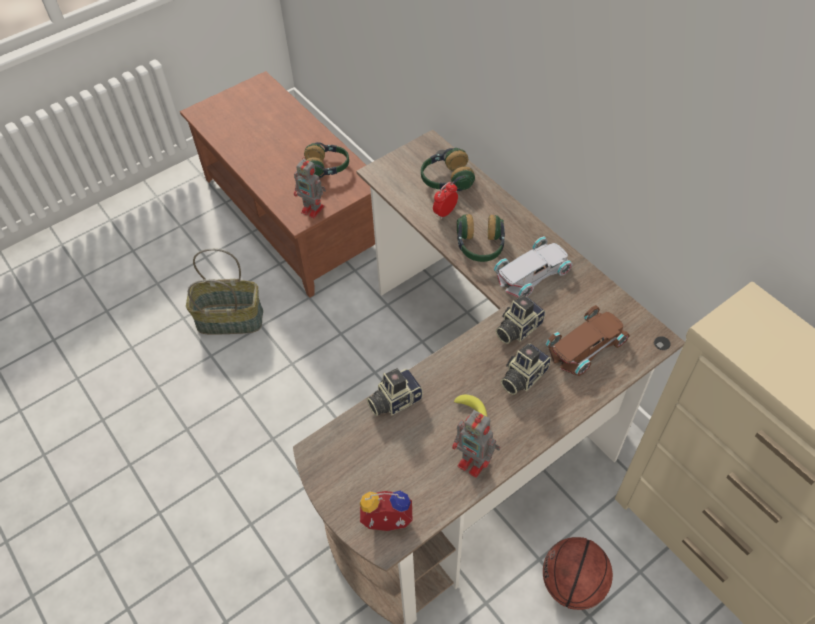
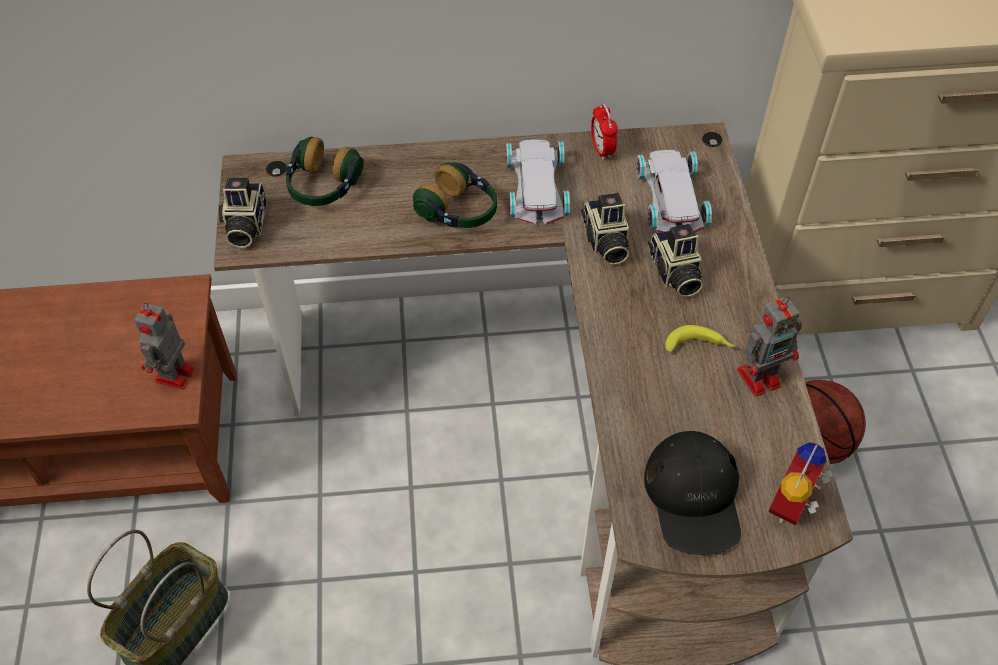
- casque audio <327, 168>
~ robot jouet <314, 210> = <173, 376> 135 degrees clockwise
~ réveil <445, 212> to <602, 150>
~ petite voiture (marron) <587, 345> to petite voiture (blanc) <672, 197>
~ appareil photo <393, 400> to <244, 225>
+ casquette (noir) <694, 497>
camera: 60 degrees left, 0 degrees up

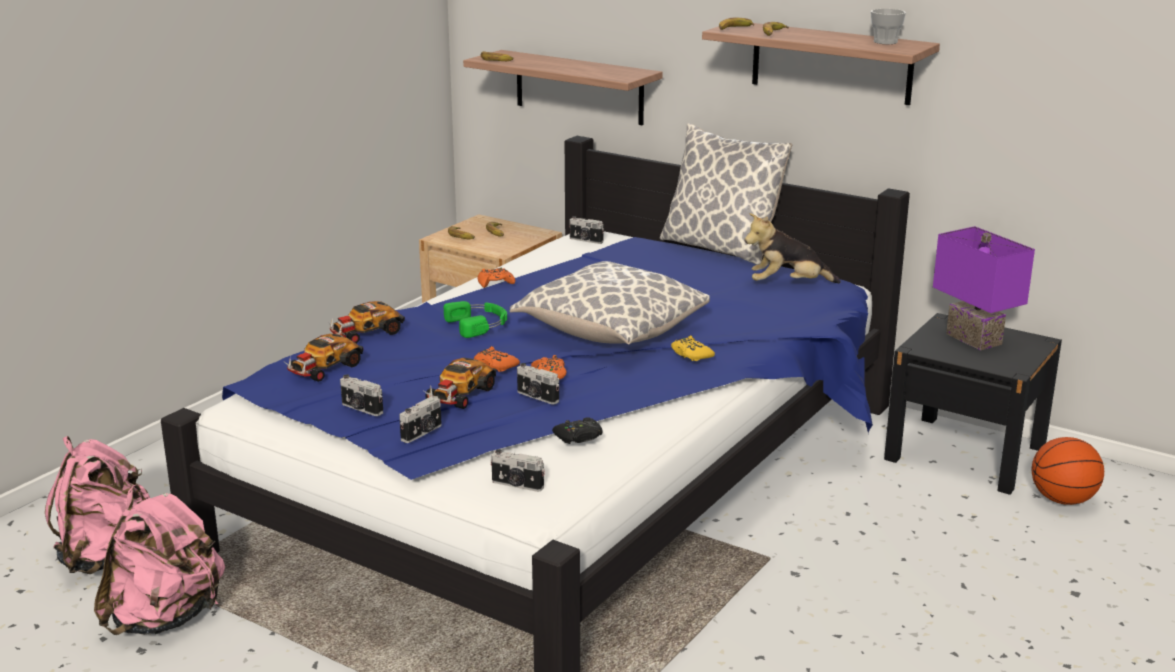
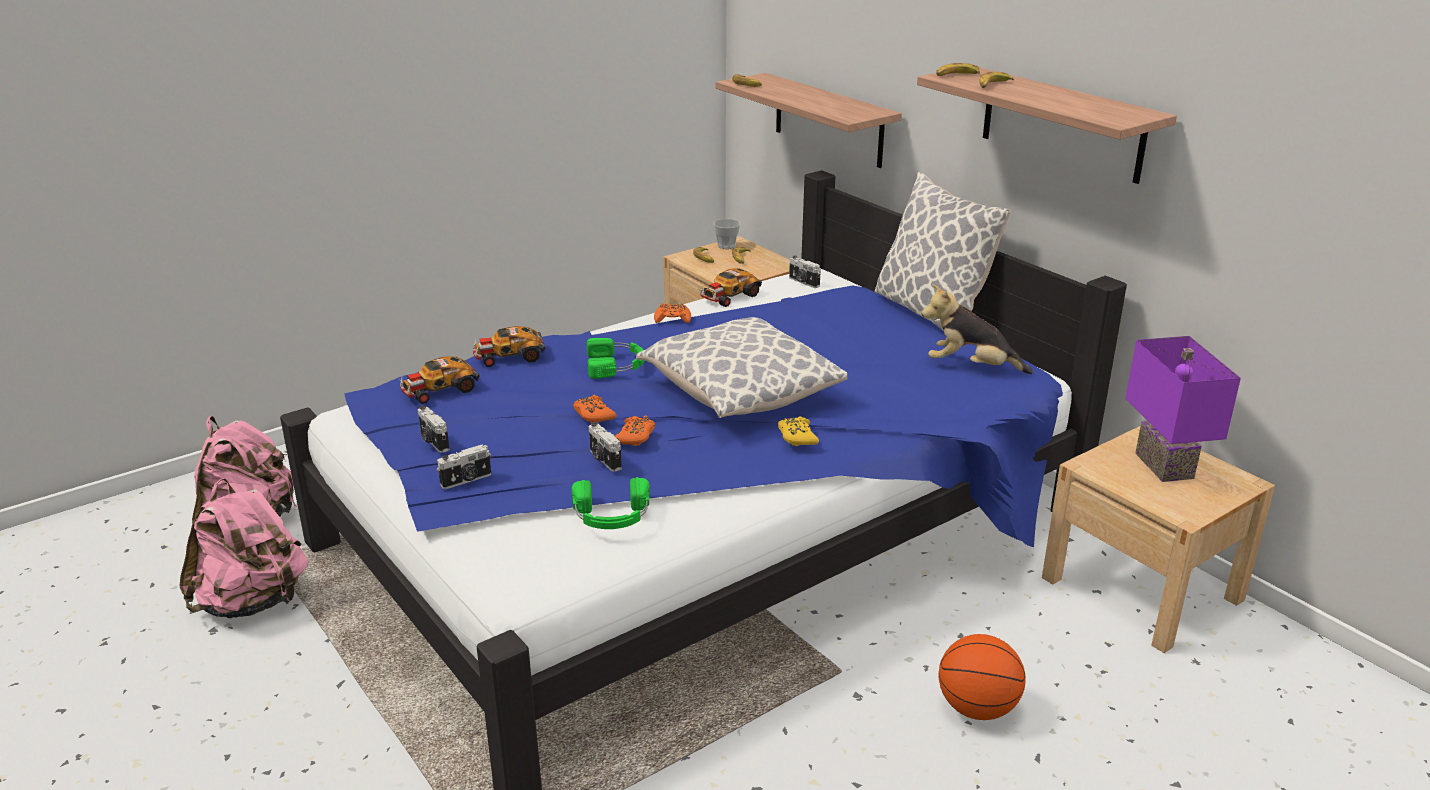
~ tasse <885, 42> to <726, 246>
~ table de chevet (noir) <965, 453> to table de chevet (beige) <1141, 589>
~ petite voiture <459, 394> to <729, 296>
~ manette (noir) <579, 437> to casque audio (vert) <611, 515>
~ ballon de basket <1062, 500> to <976, 708>
- appareil photo <517, 485>
camera: 20 degrees right, 5 degrees up

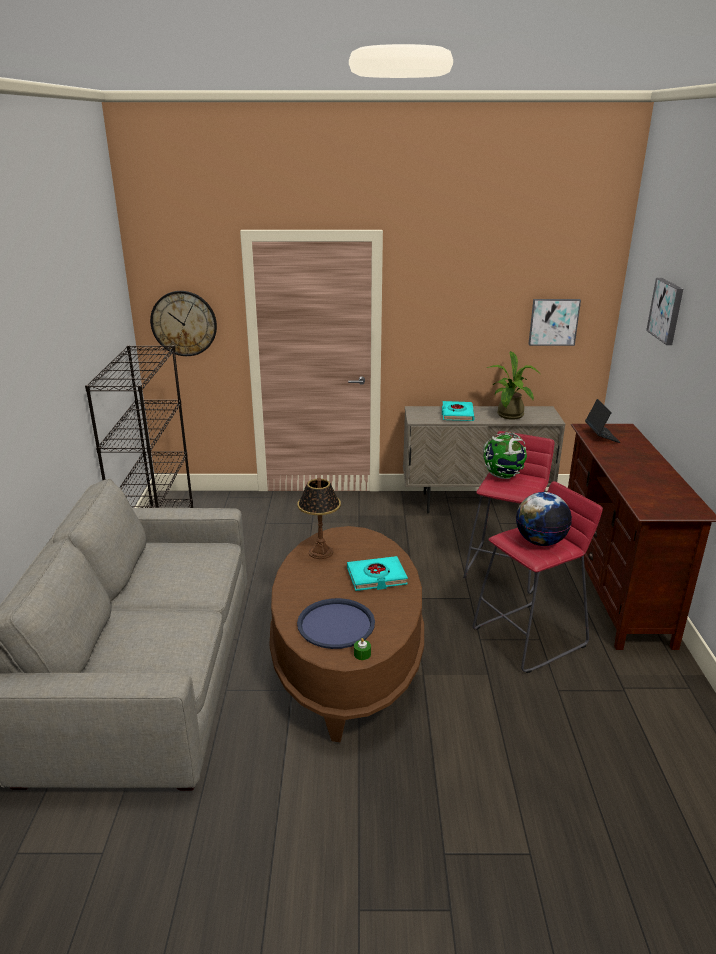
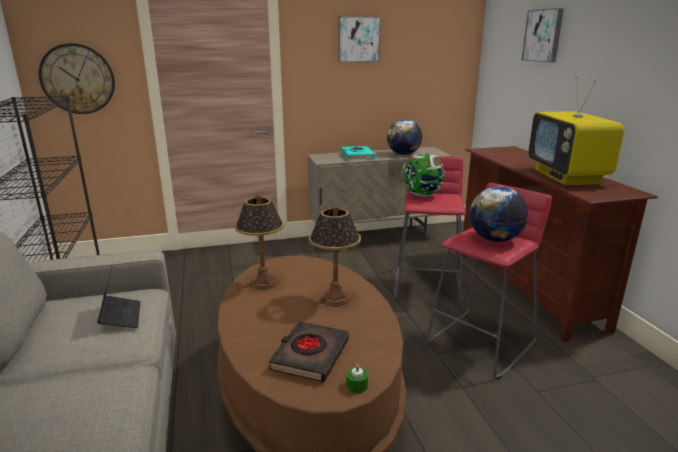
~ tableau <553, 322> to <358, 39>
~ plante en pot <509, 416> to globe <403, 154>
~ ordinateur portable <601, 435> to <121, 317>
~ livre (turquoise) <376, 577> to lampe de table <335, 298>
~ plateau (bleu) <336, 624> to livre (noir) <310, 355>
+ téléviseur <567, 177>
camera: 15 degrees left, 5 degrees down

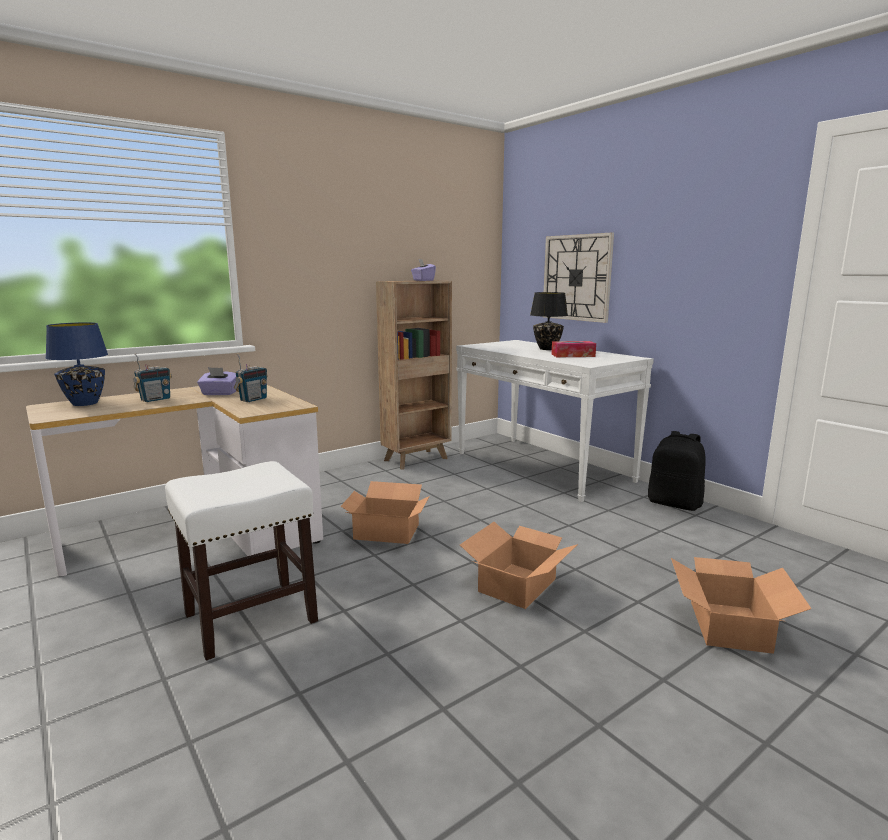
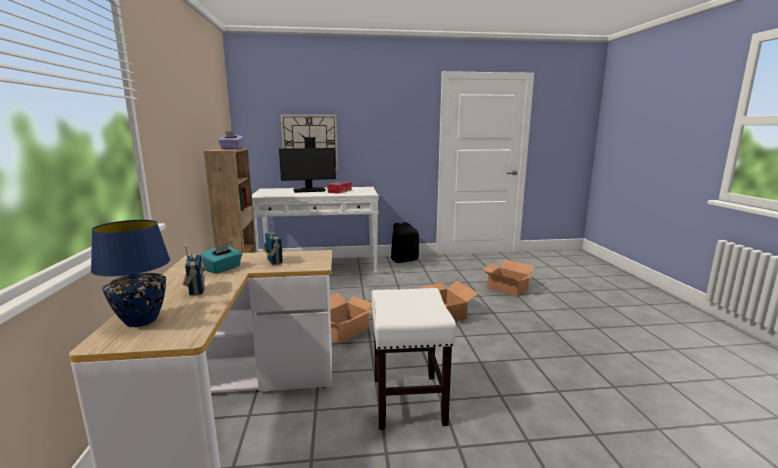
~ lampe de table (noir) <547, 349> to écran d'ordinateur <309, 190>
~ boîte à mouchoirs (violet) <219, 393> to boîte à mouchoirs (turquoise) <223, 269>
camera: 60 degrees left, 0 degrees up

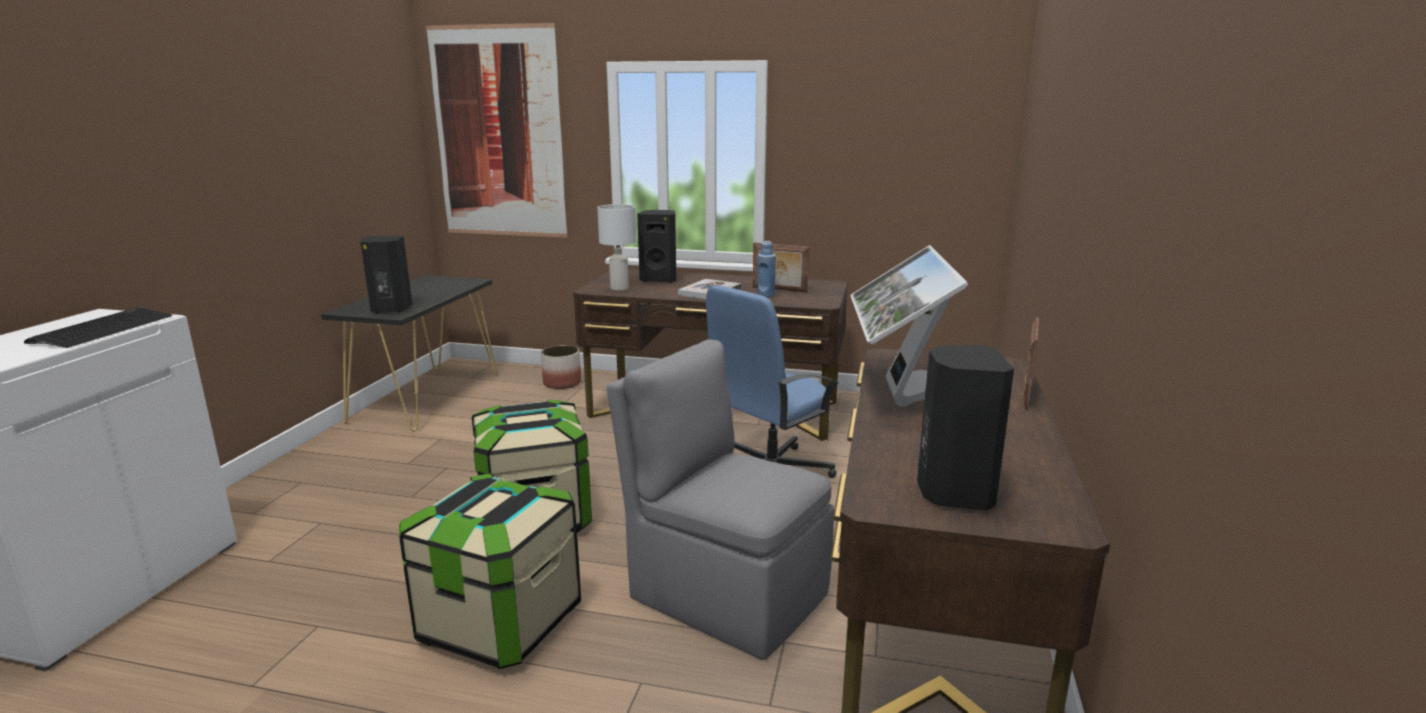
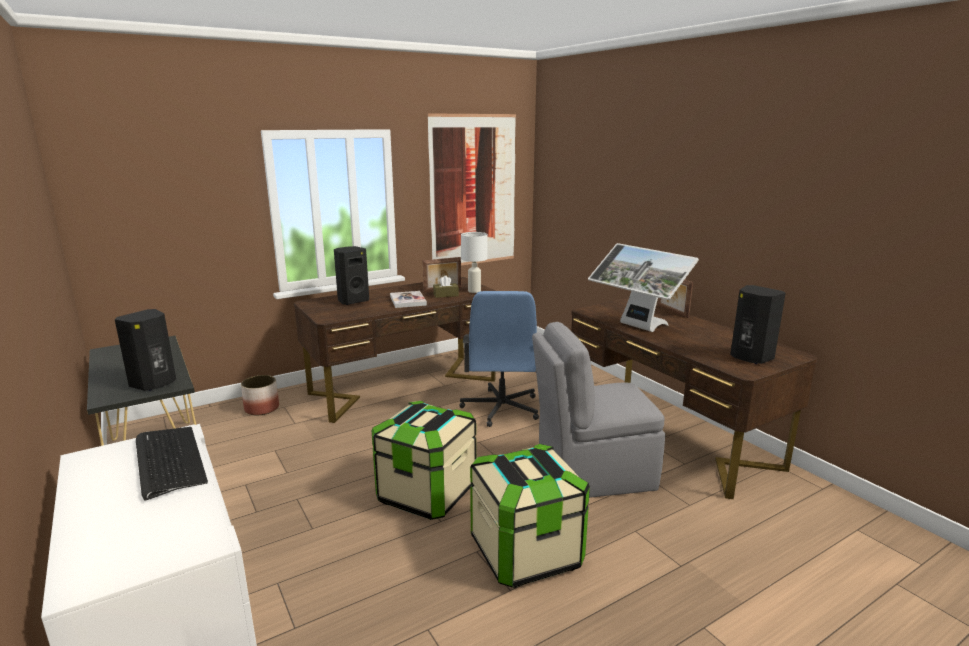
~ tableau <498, 133> to <473, 191>
~ lampe de table (blanc) <619, 288> to <474, 291>
~ bouteille (bleu) <766, 295> to boîte à mouchoirs (marron) <446, 295>
camera: 45 degrees left, 0 degrees up

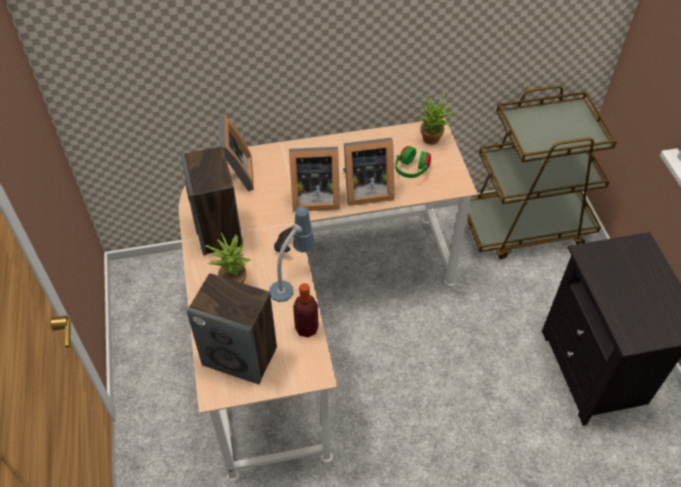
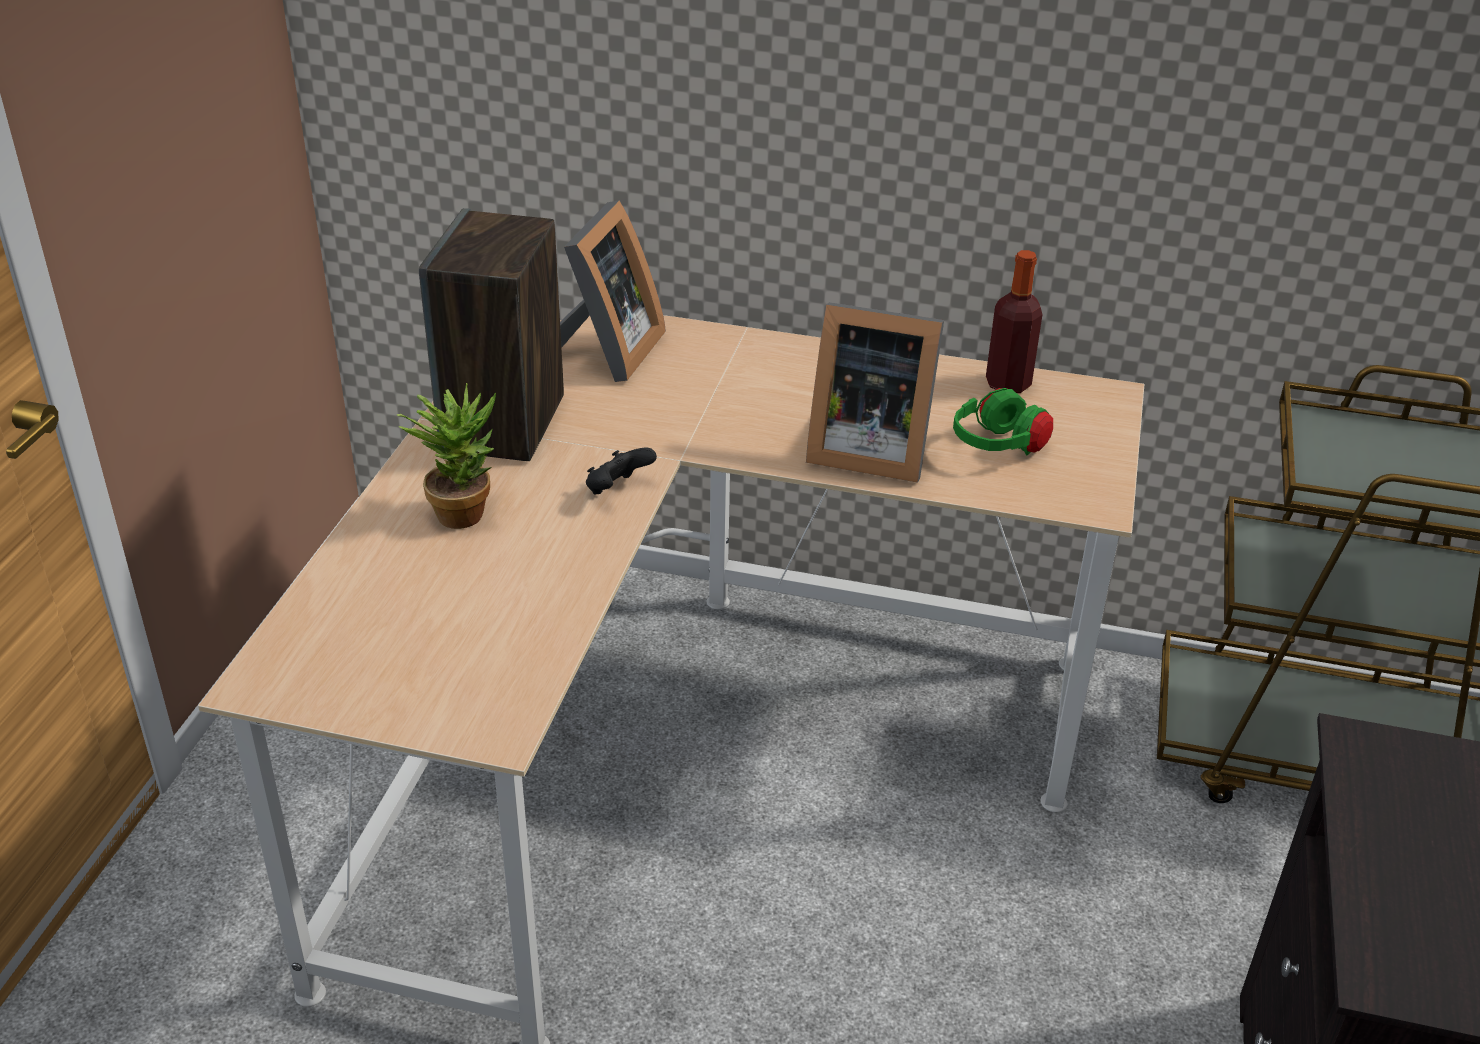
- plante en pot <433, 141>
- cadre photo <313, 197>
- lampe de table <292, 280>
- enceinte <240, 356>
~ bouteille <306, 328> to <1008, 384>
camera: 25 degrees right, 15 degrees down

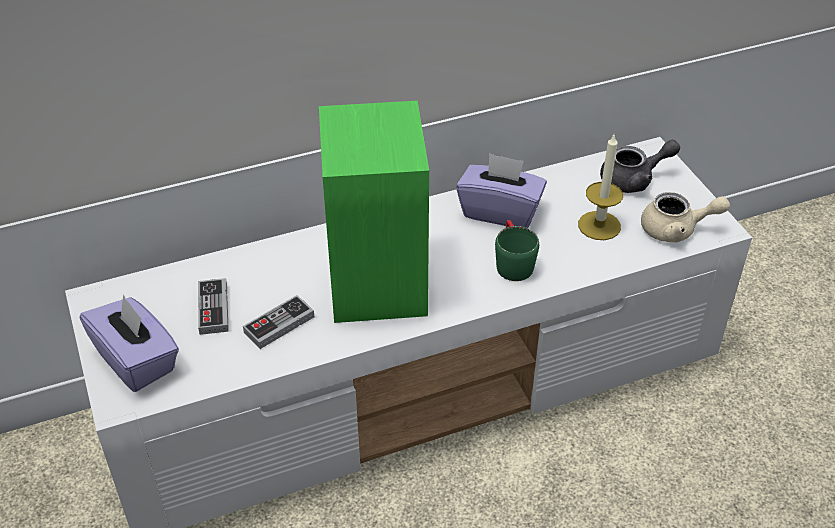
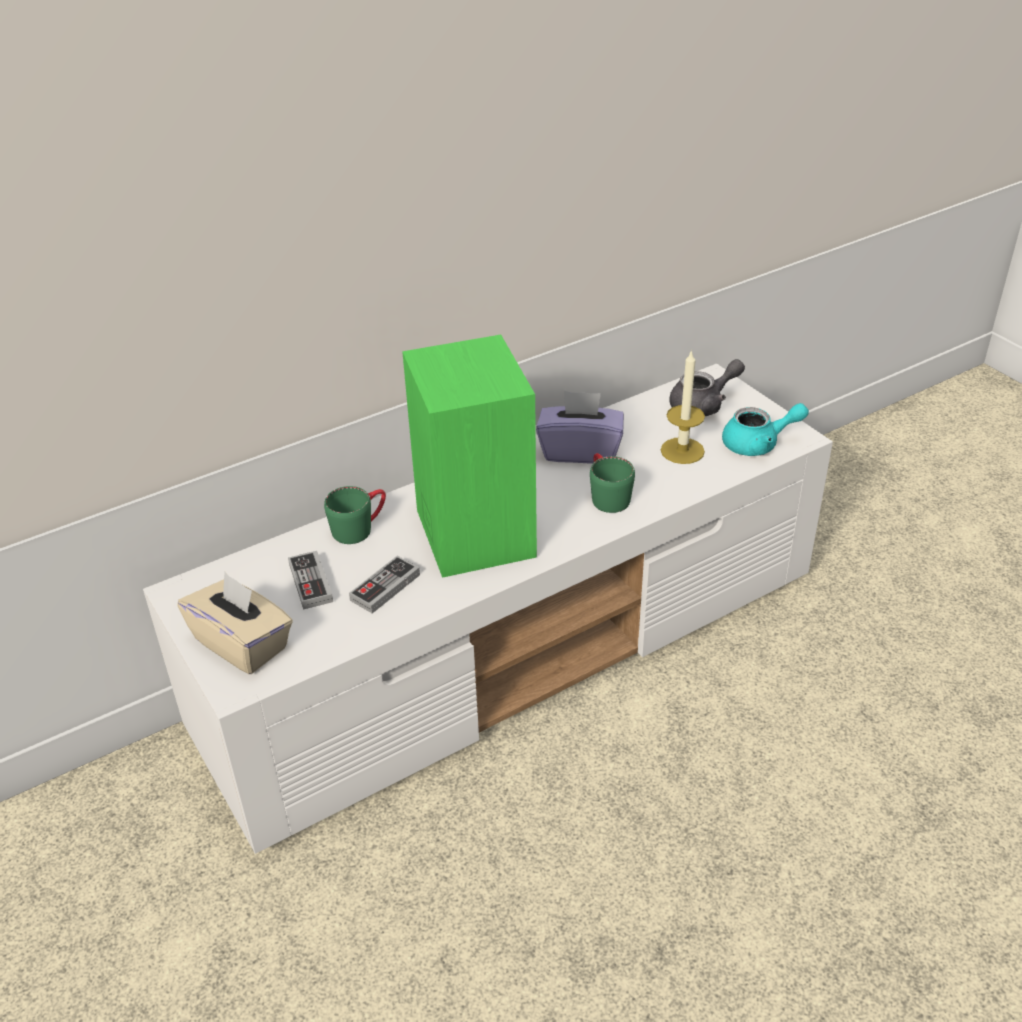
~ théière (beige) <676, 230> to théière (turquoise) <758, 444>
~ boîte à mouchoirs (violet) <137, 360> to boîte à mouchoirs (beige) <243, 644>
+ mug (vert) <359, 527>
camera: 10 degrees left, 5 degrees down

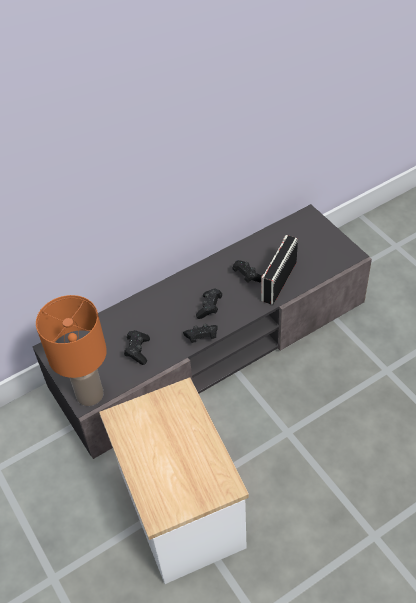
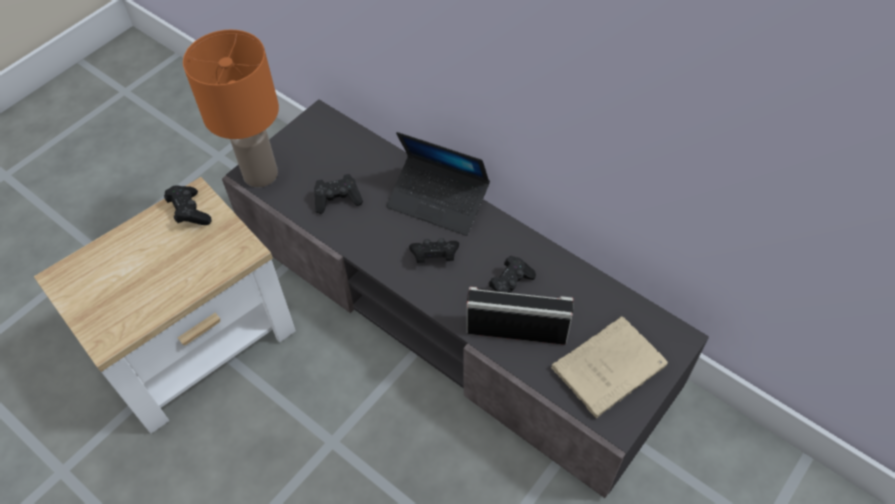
~ manette (noir) <201, 337> to <190, 212>
+ ordinateur portable <438, 201>
+ livre (beige) <611, 366>
camera: 70 degrees right, 5 degrees up

